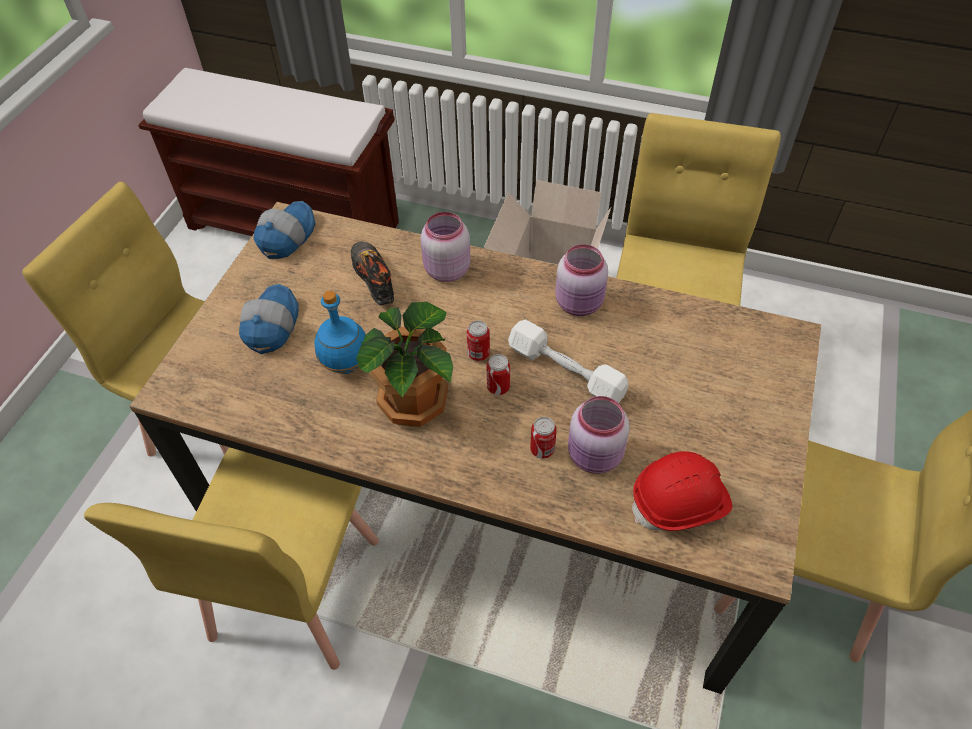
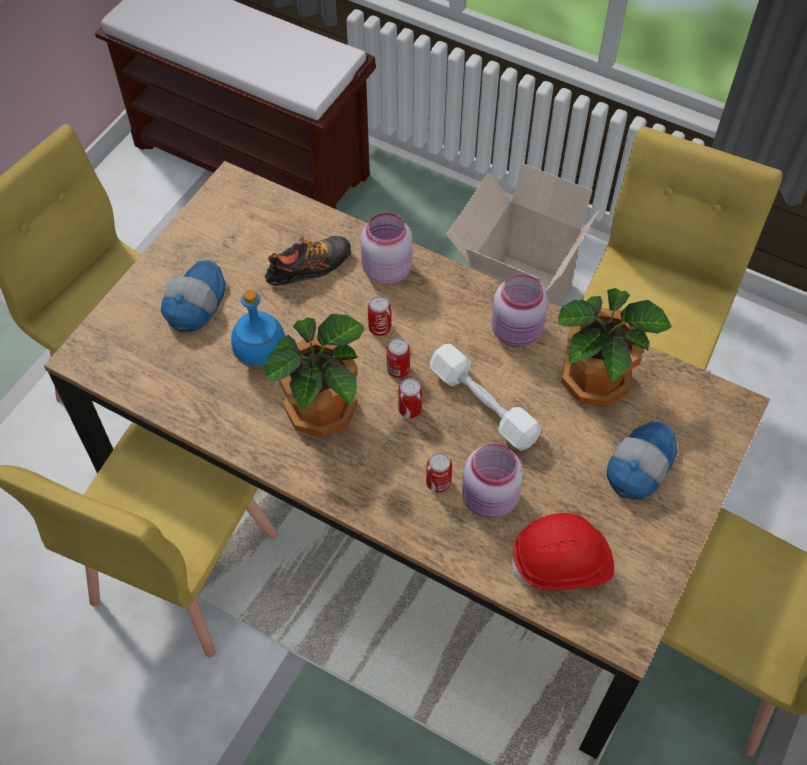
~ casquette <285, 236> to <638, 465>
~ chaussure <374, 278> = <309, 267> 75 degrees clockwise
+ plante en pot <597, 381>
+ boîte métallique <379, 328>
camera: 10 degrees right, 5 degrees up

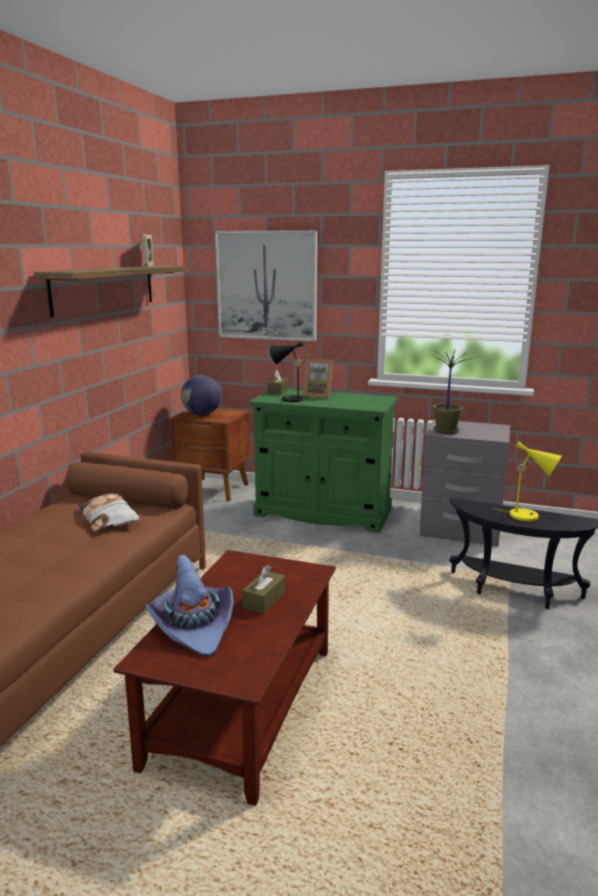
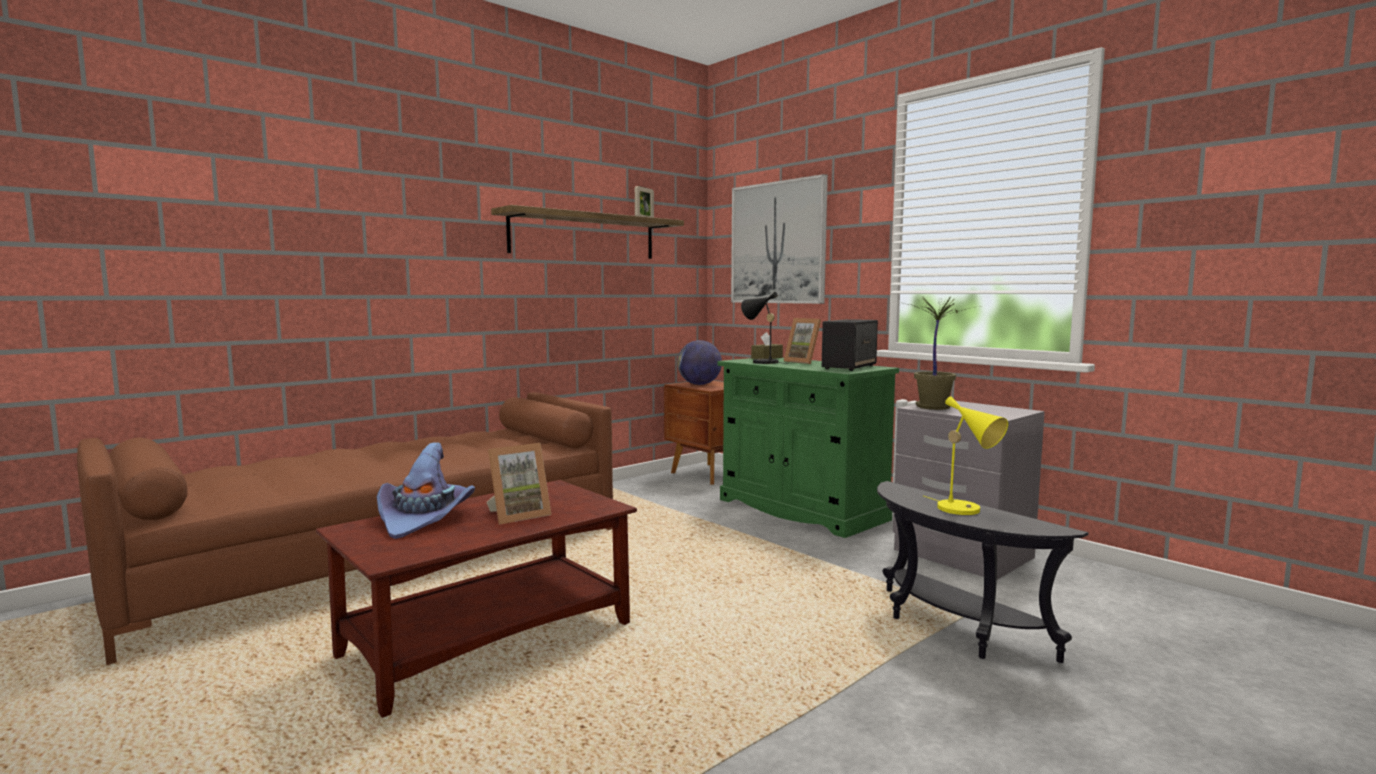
- coussin <109, 518>
~ boîte à mouchoirs (marron) <264, 600> to cadre photo <518, 515>
+ enceinte <849, 367>
camera: 30 degrees right, 10 degrees down

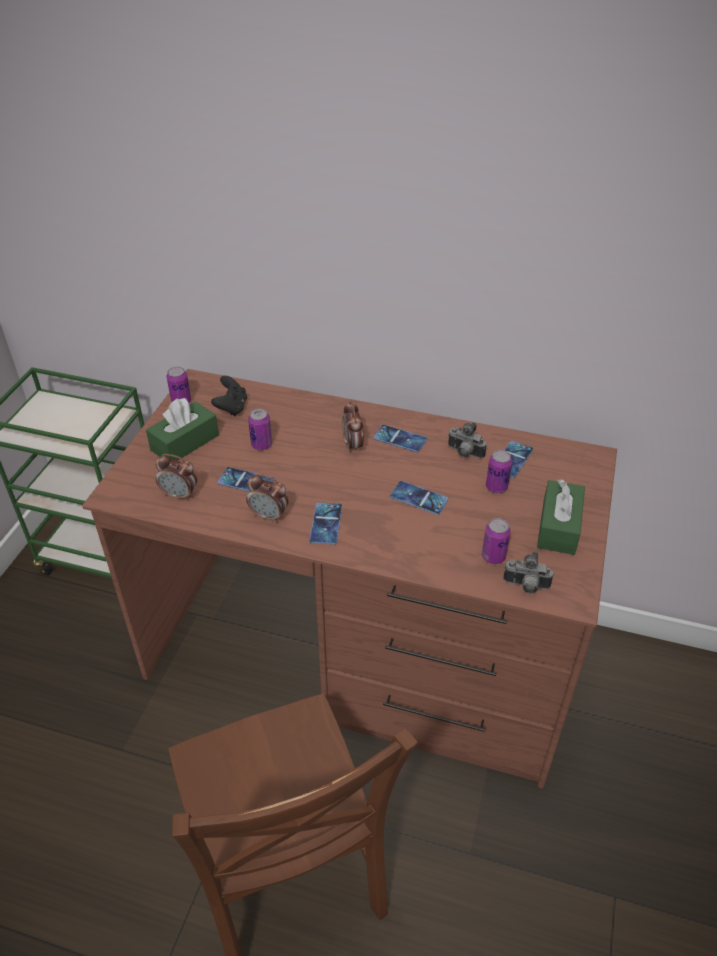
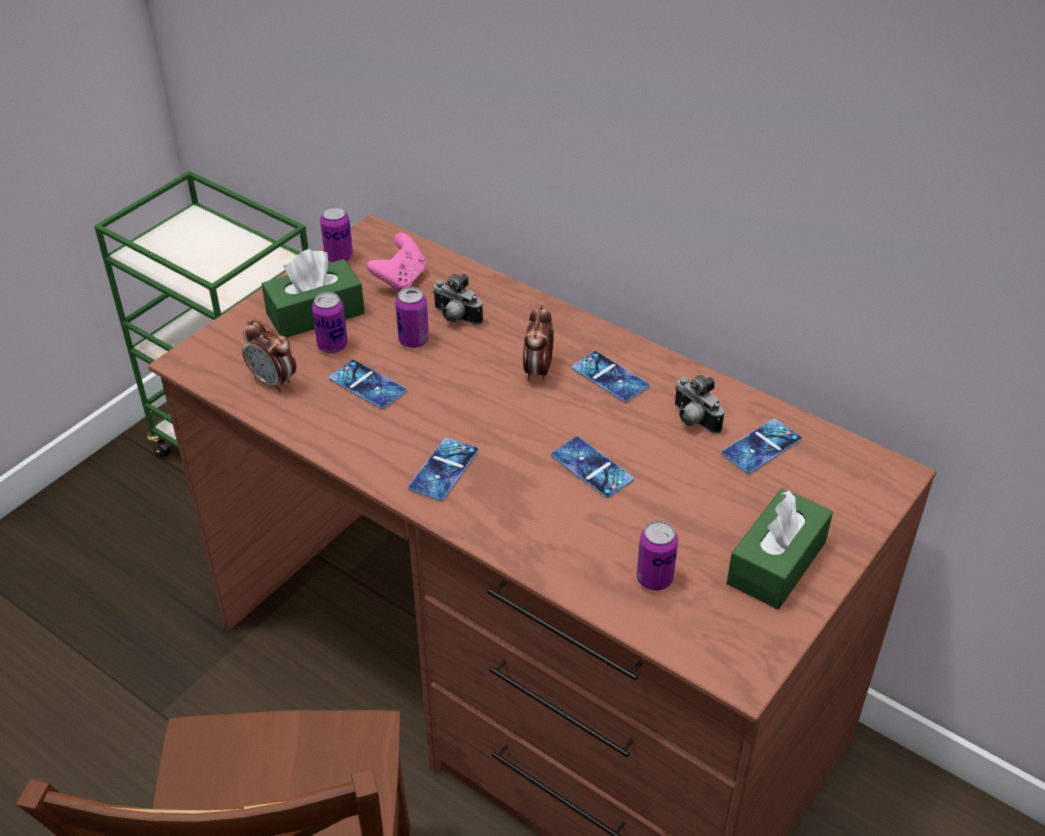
~ manette (noir) <231, 407> to manette (rose) <400, 280>
~ boîte métallique <496, 487> to <332, 345>
- réveil <269, 516>
~ appareil photo <526, 586> to <455, 318>
camera: 20 degrees right, 0 degrees up

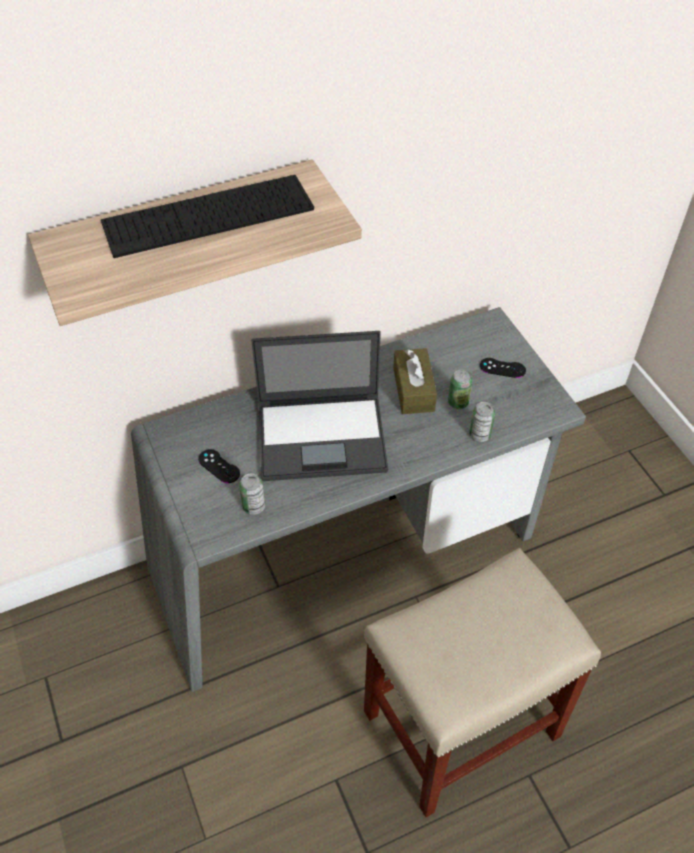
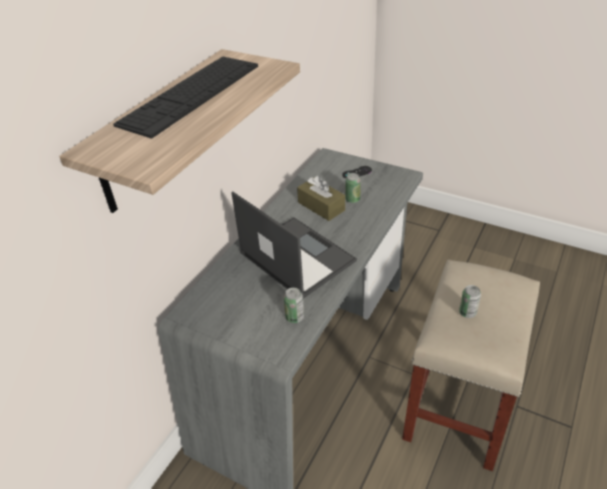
~ ordinateur portable <323, 436> = <296, 256> 90 degrees counterclockwise
~ boîte métallique <479, 435> to <467, 312>
- manette (noir) <219, 466>
camera: 35 degrees left, 10 degrees down

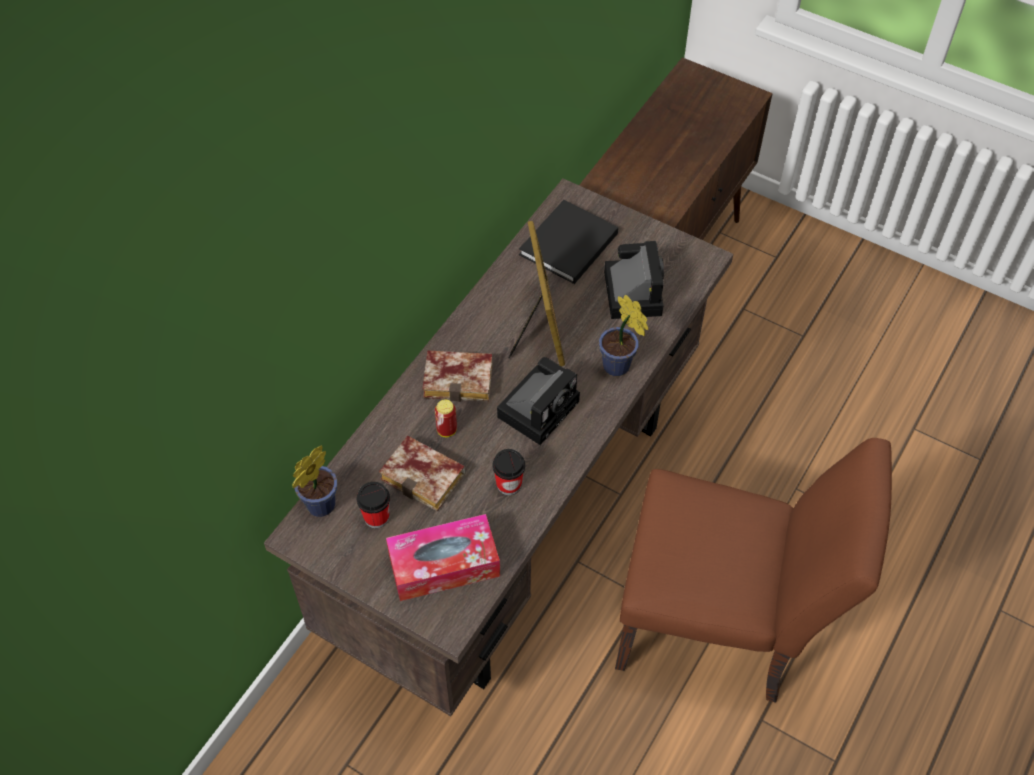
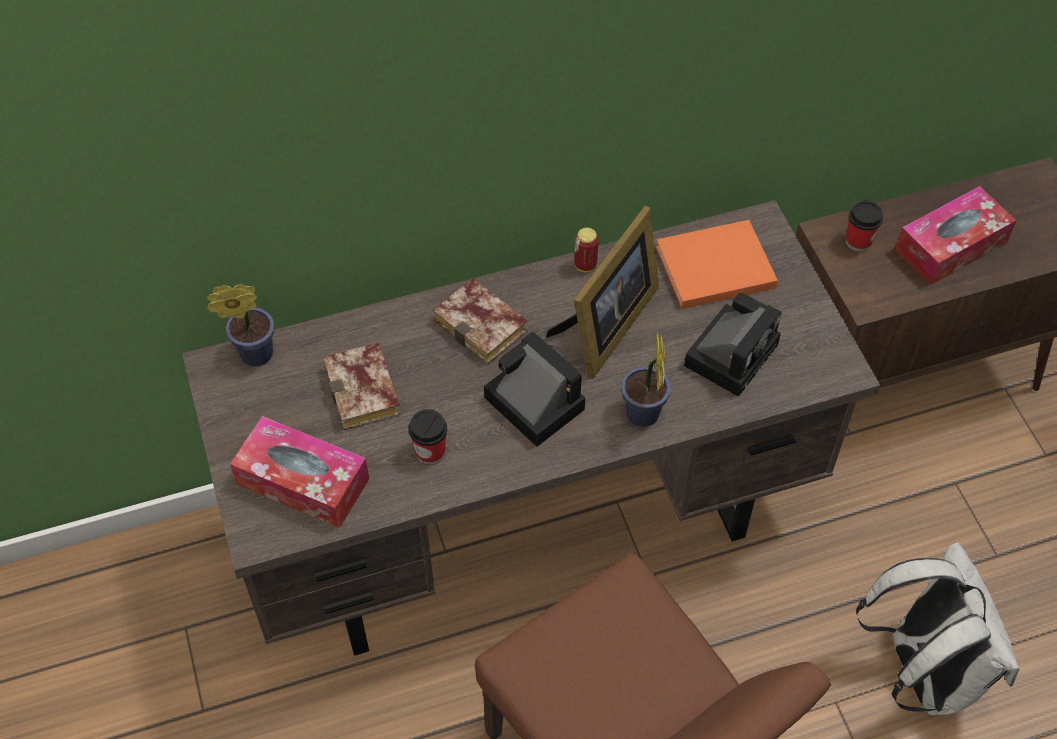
~ livre (noir) <567, 246> to livre (orange) <711, 268>
~ appareil photo <539, 406> = <530, 401> 120 degrees counterclockwise
~ boîte métallique <446, 430> to <585, 265>
~ tasse <376, 517> to <858, 242>
+ boîte à mouchoirs <951, 246>
+ sac à dos (blanc) <922, 671>
camera: 40 degrees right, 0 degrees up

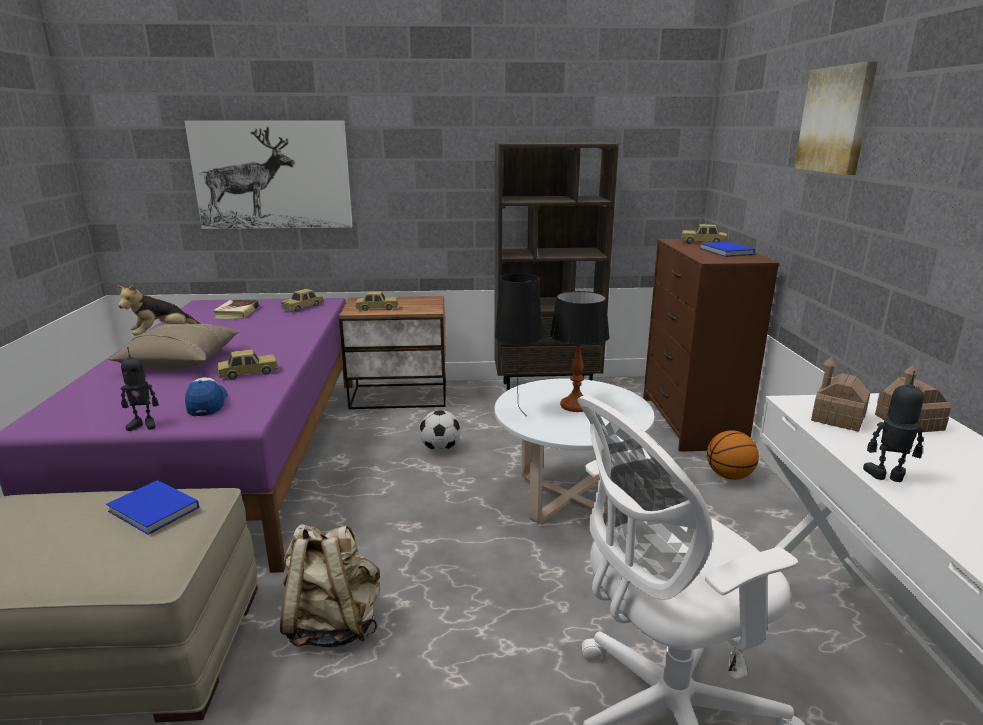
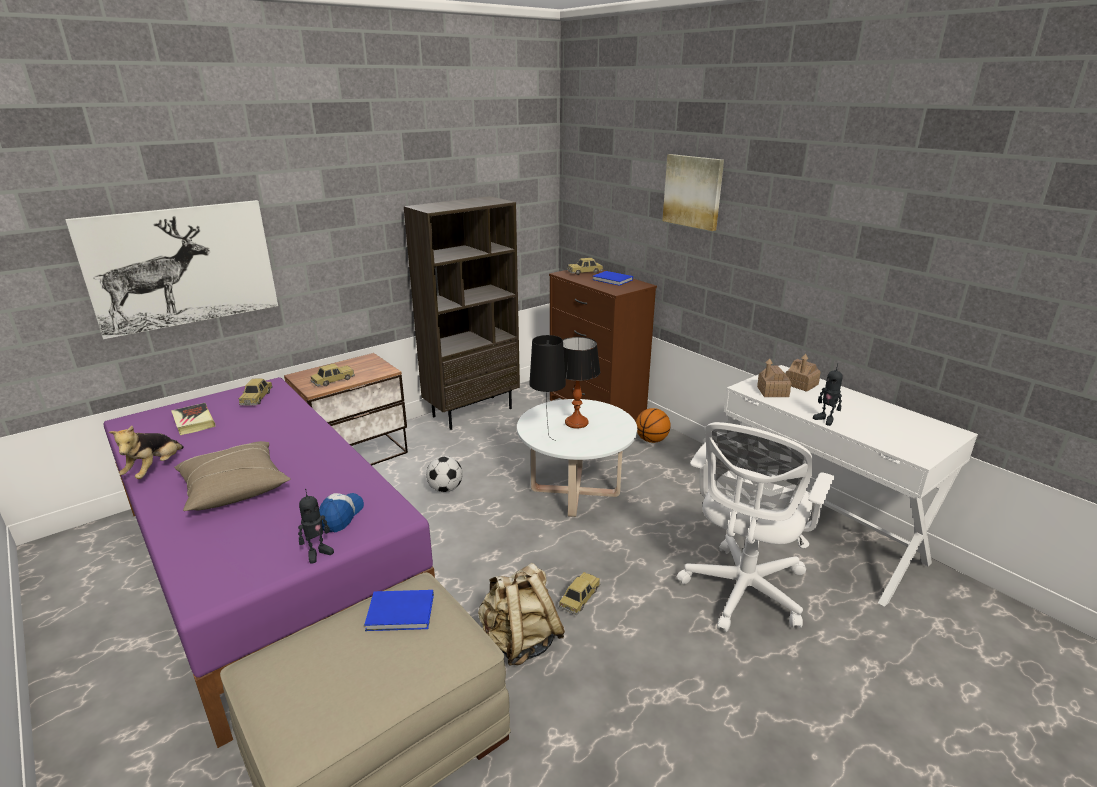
~ petite voiture <248, 373> to <579, 598>
~ robot jouet <886, 477> = <825, 420> 105 degrees counterclockwise
~ casquette <207, 404> = <341, 516> 60 degrees clockwise
camera: 35 degrees left, 5 degrees up

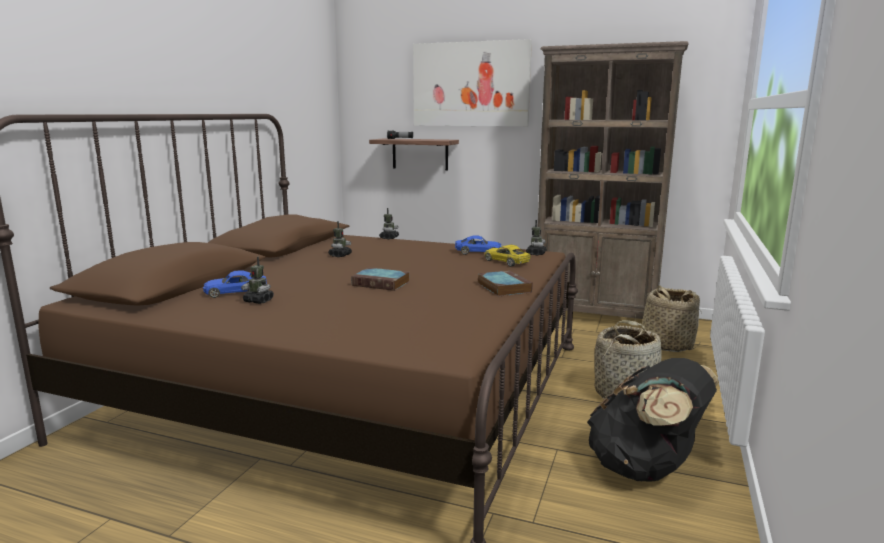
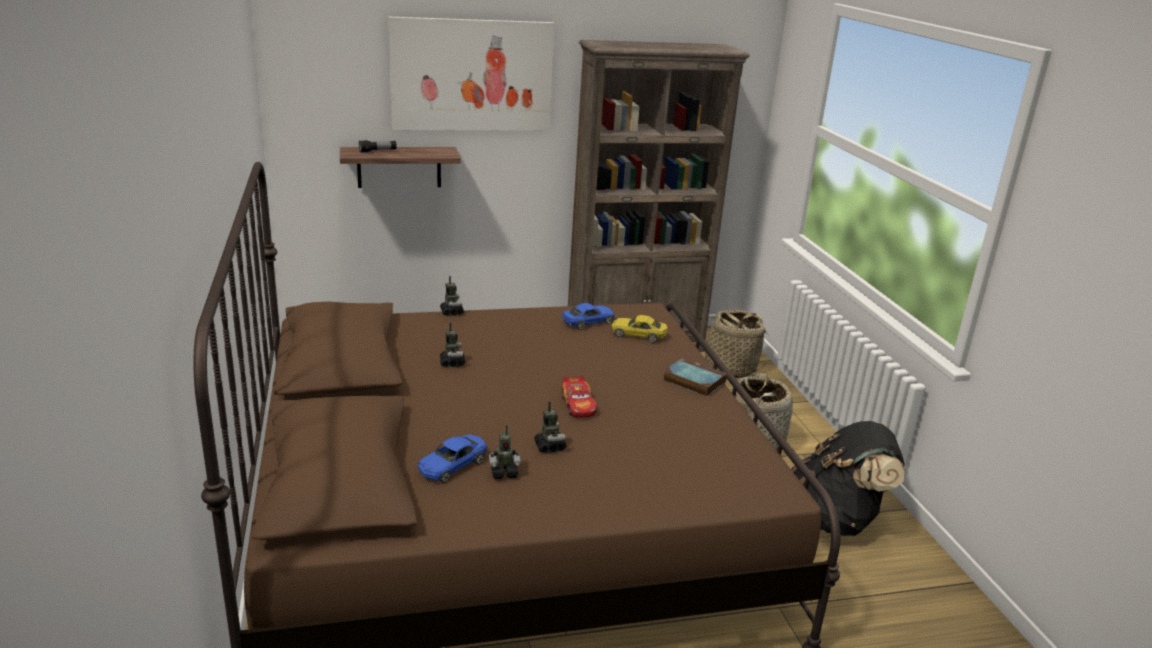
~ robot jouet <536, 253> to <549, 447>
~ livre <382, 283> to petite voiture <578, 405>
camera: 35 degrees left, 10 degrees up

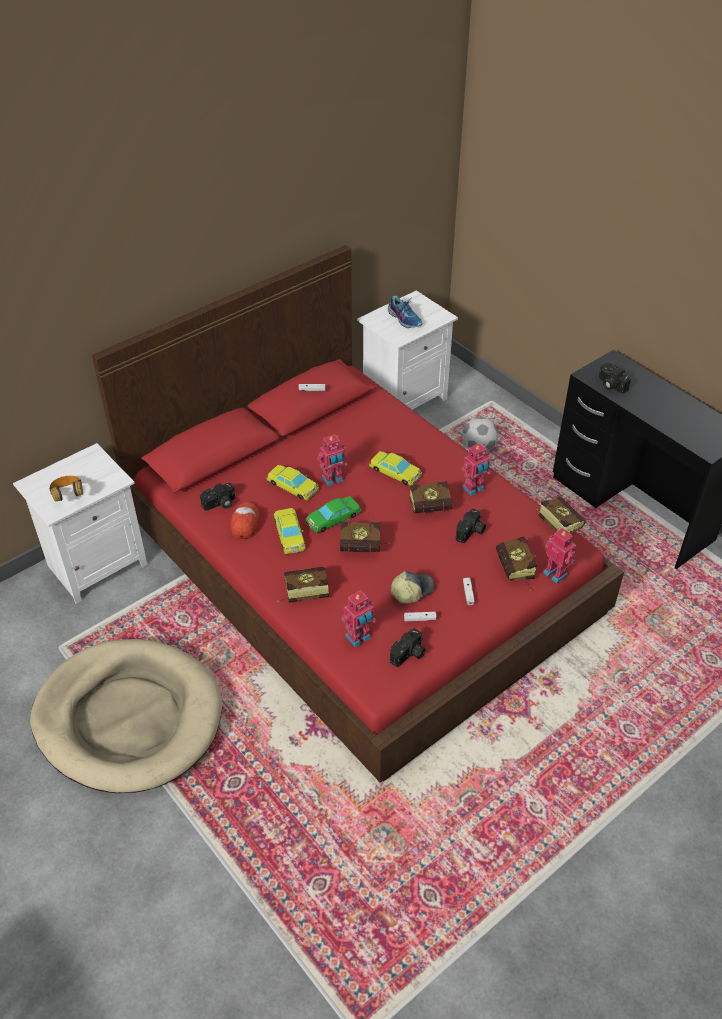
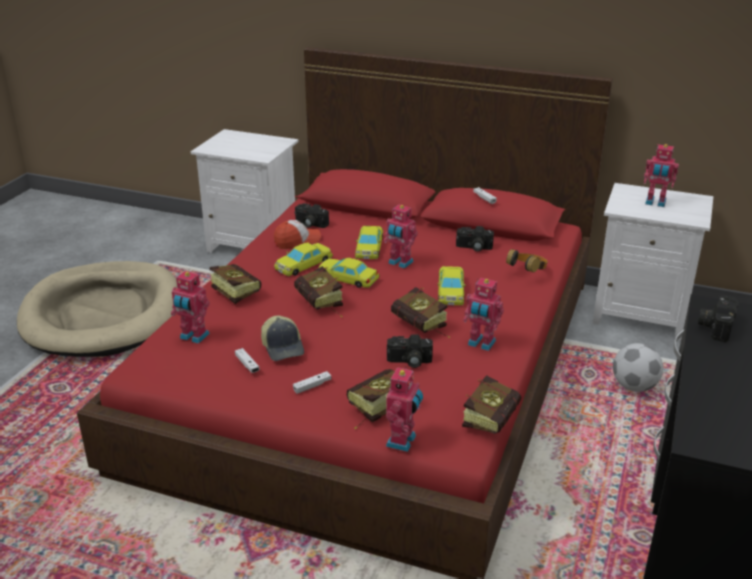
~ chaussure <405, 318> to robot jouet <655, 203>
~ casque audio <68, 496> to <527, 272>
~ petite voiture (vert) <333, 517> to petite voiture (jaune) <347, 277>
~ casquette <411, 590> = <283, 347> 45 degrees clockwise
~ appareil photo <409, 655> to <473, 247>
camera: 60 degrees right, 15 degrees down

